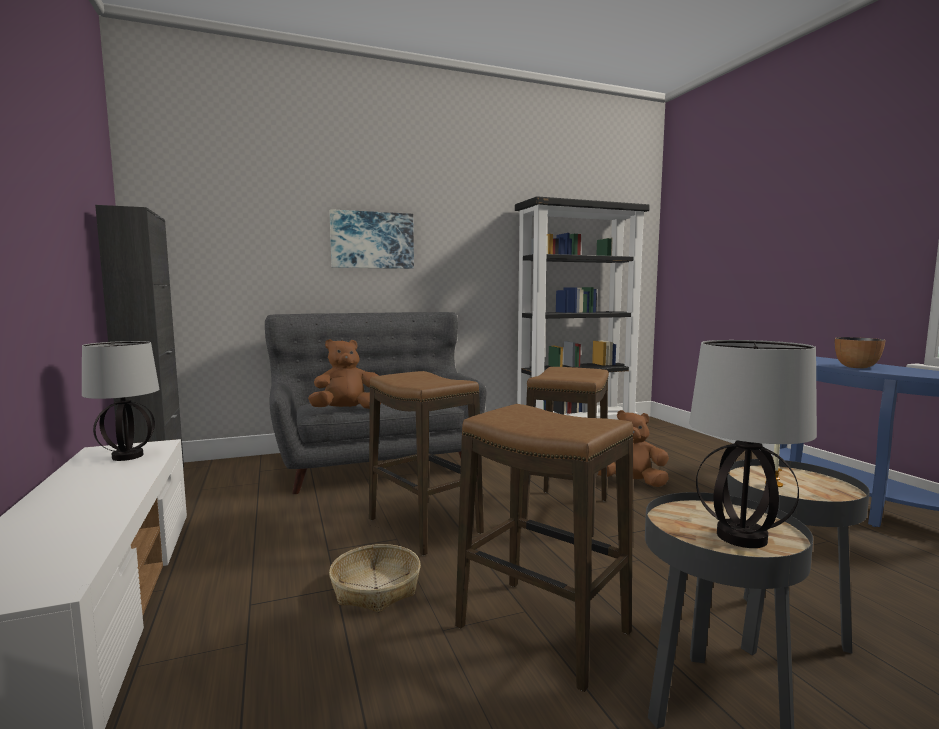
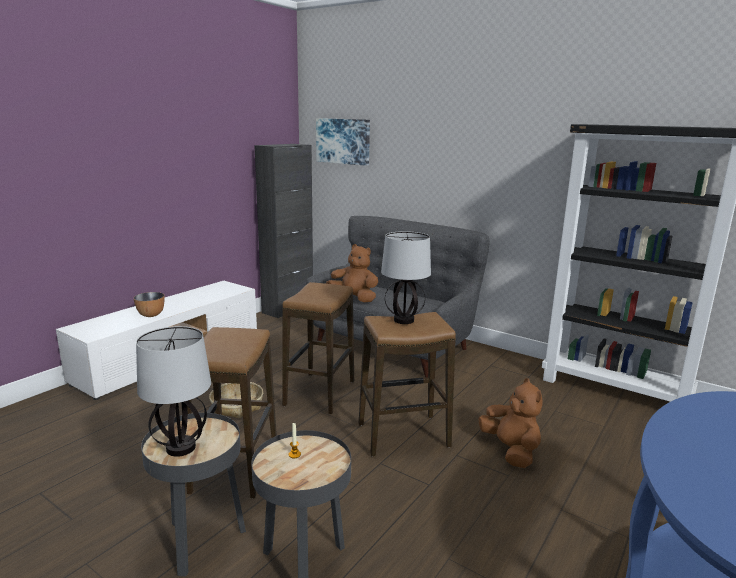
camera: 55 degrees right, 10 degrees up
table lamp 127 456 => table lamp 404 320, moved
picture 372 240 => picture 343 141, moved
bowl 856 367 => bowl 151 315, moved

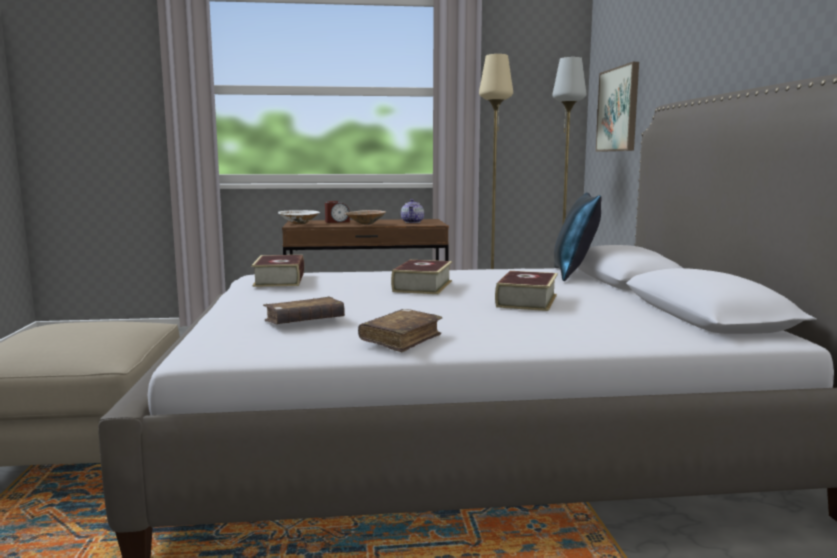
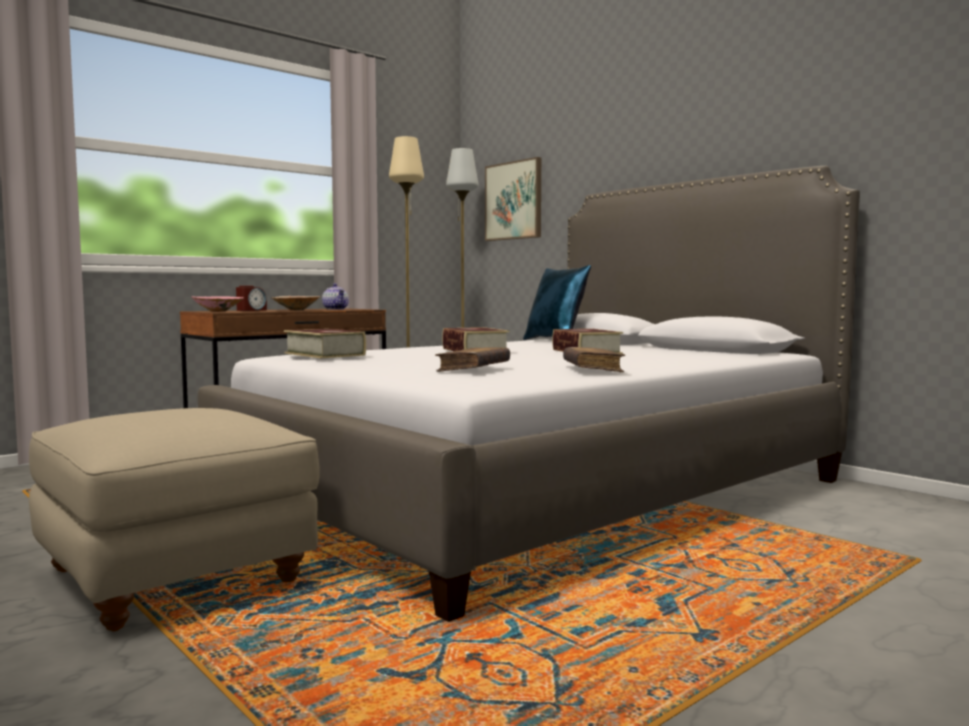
camera: 35 degrees left, 5 degrees down
bowl in white 299 224 => bowl in pink 218 311

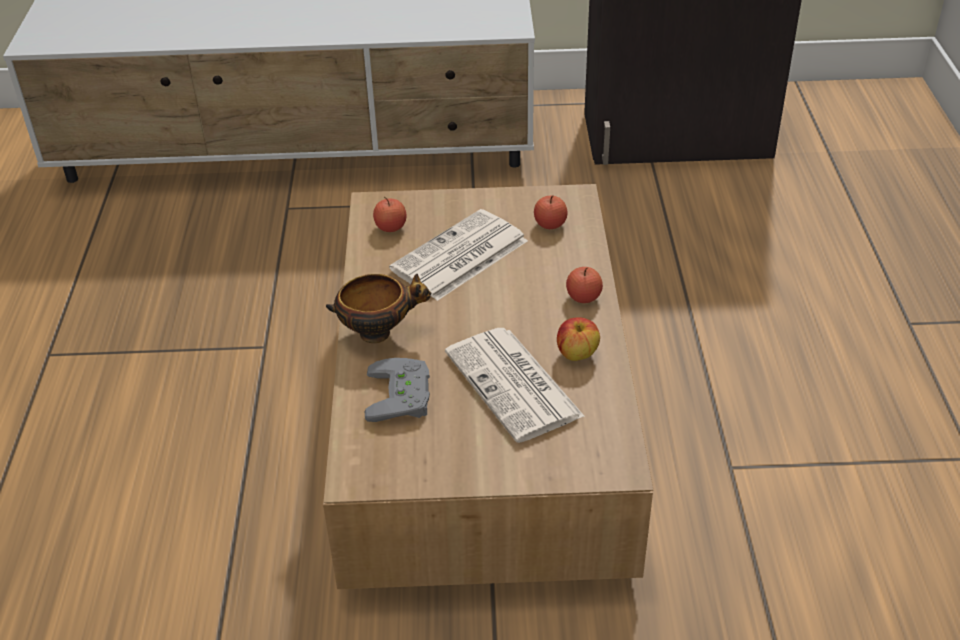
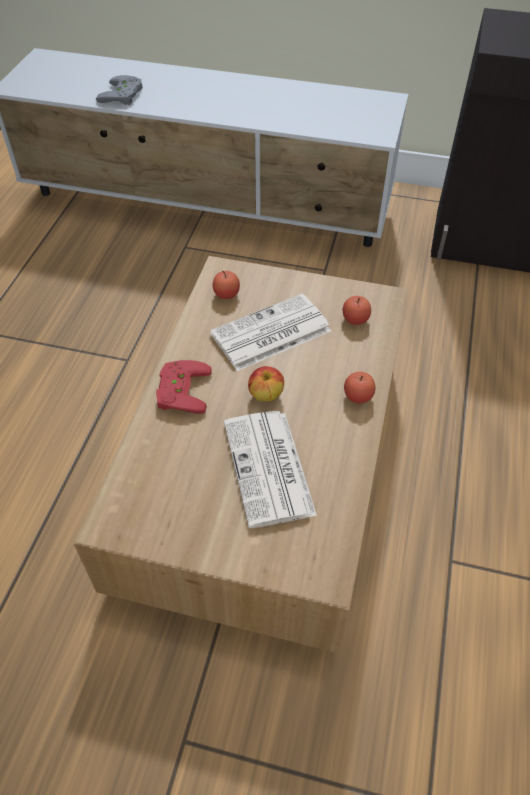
camera: 15 degrees right, 10 degrees up
game controller in grey 404 396 => game controller in grey 124 95, moved
apple 577 354 => apple 266 395, moved
bowl 378 332 => game controller in red 179 390

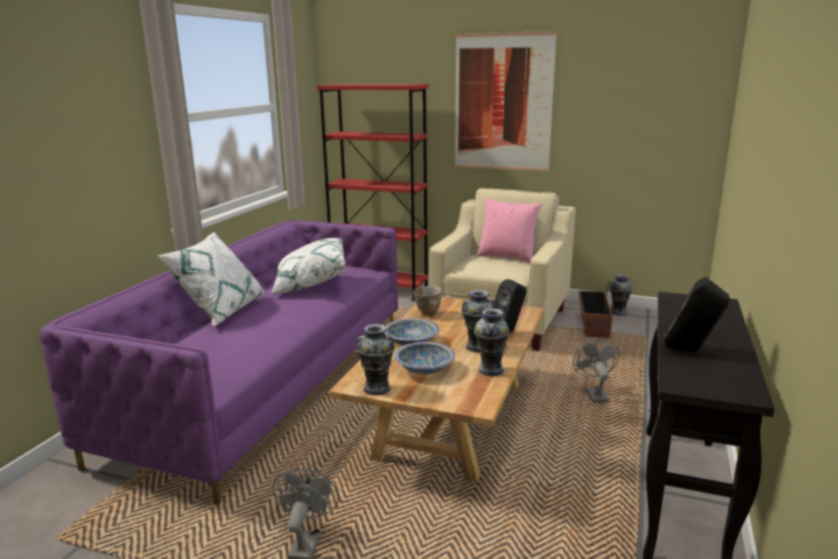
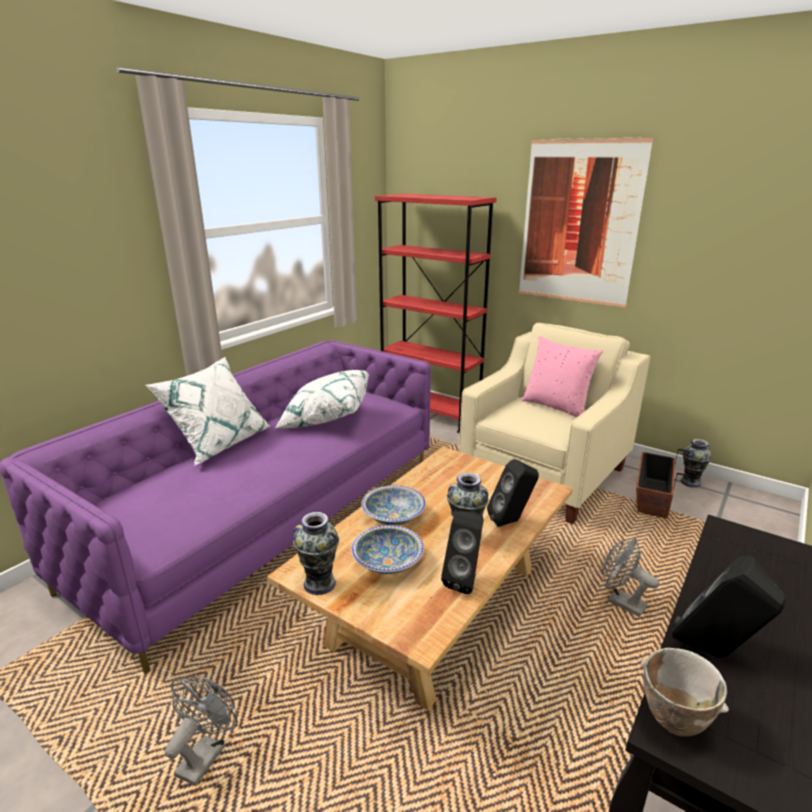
camera: 15 degrees right, 5 degrees up
bowl 427 313 => bowl 670 720, moved
vase 491 370 => speaker in black 465 579
fan in grey 594 394 => fan in grey 620 602, 60 degrees counterclockwise

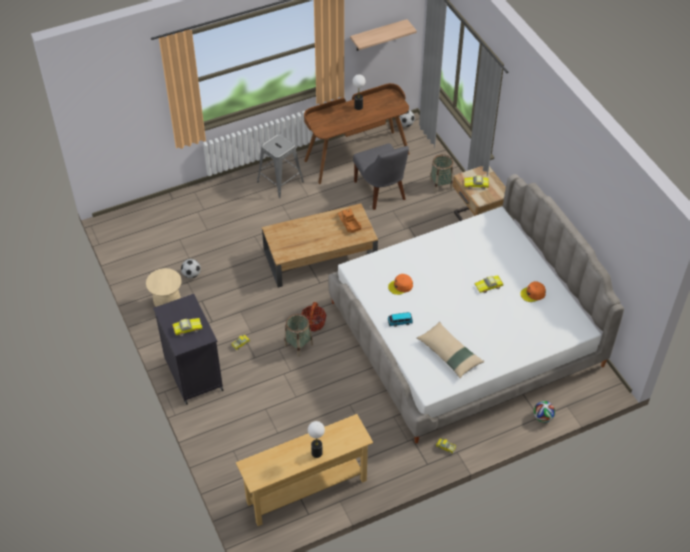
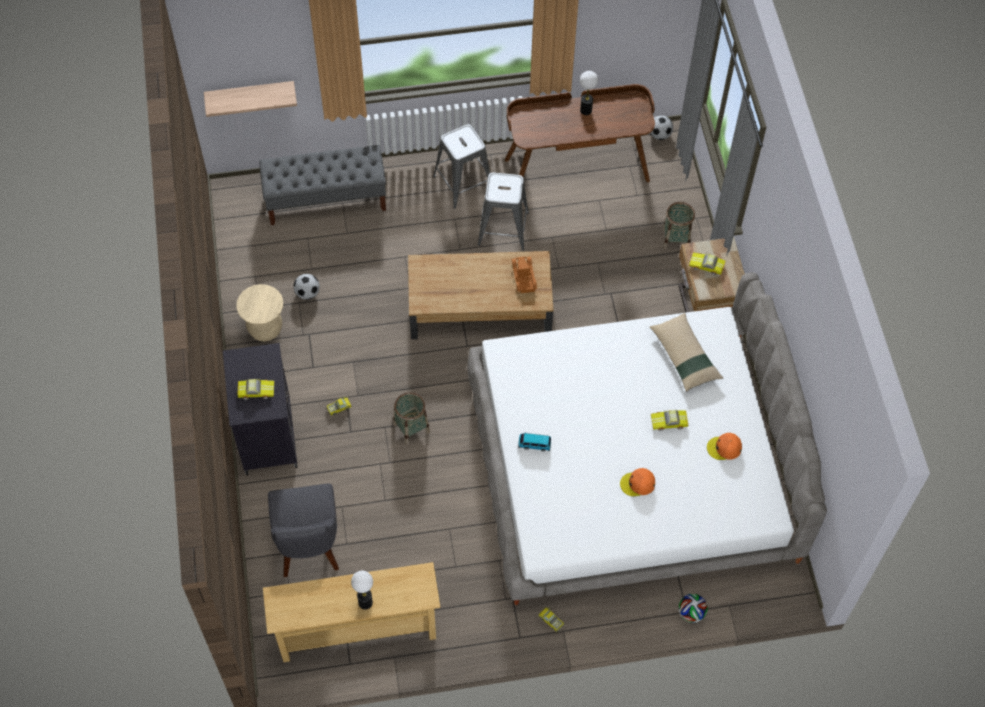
camera: 15 degrees right, 10 degrees up
basket 313 323 => nothing
nothing => bench in grey 326 200
nothing => stool in grey 503 228
shelf 378 35 => shelf 250 95, moved
chair in grey 381 192 => chair in grey 308 546, moved
cap in orange 400 286 => cap in orange 638 484, moved
pillow in beige 449 354 => pillow in beige 684 356, moved

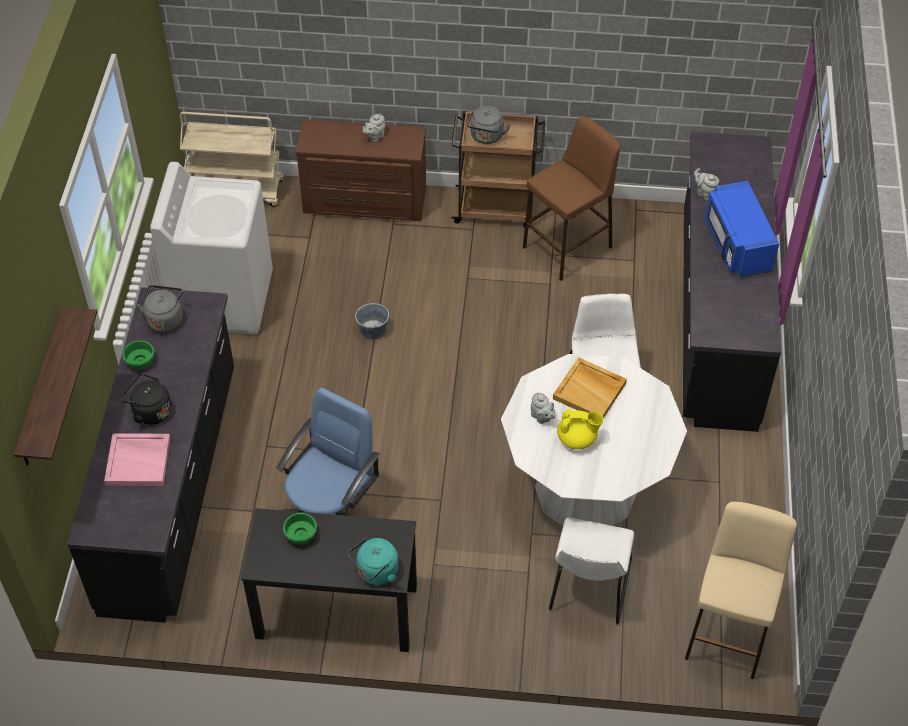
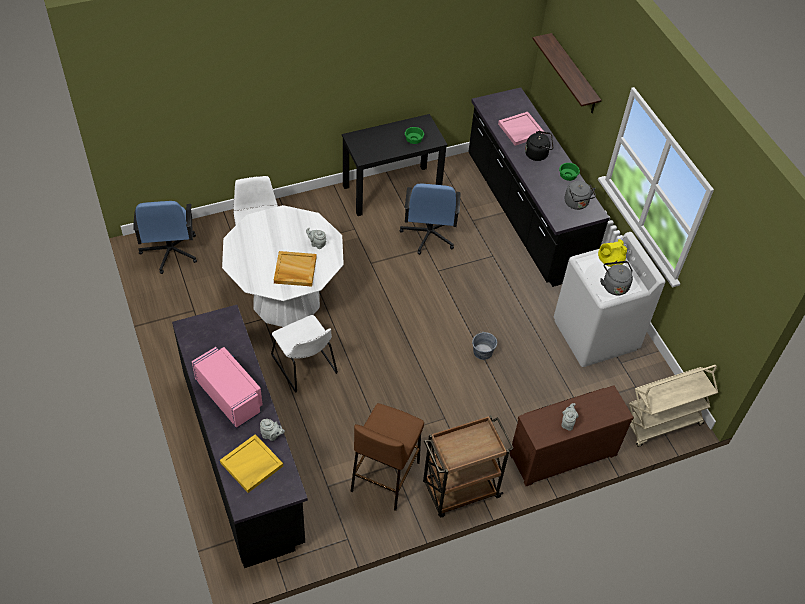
camera: 150 degrees right, 0 degrees up
kettle in turquoise 376 572 => nothing
nothing => tray in yellow 251 465
kettle in grey 486 137 => kettle in grey 614 285, moved
teapot in yellow 577 439 => teapot in yellow 609 261, moved
stool in beige 728 632 => office chair in blue 170 252
microwave in blue 736 245 => microwave in pink 230 396

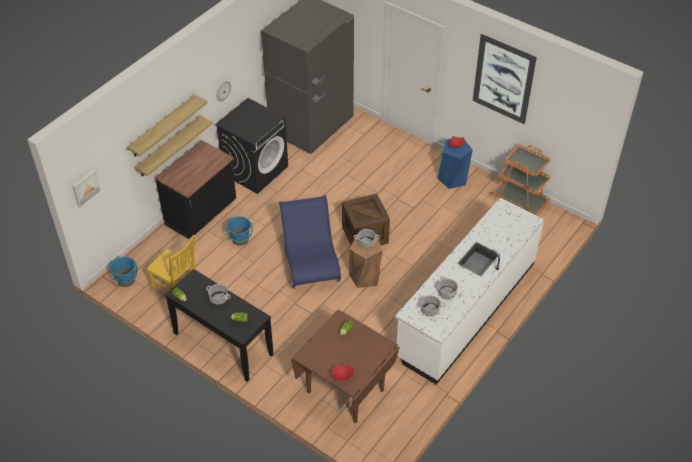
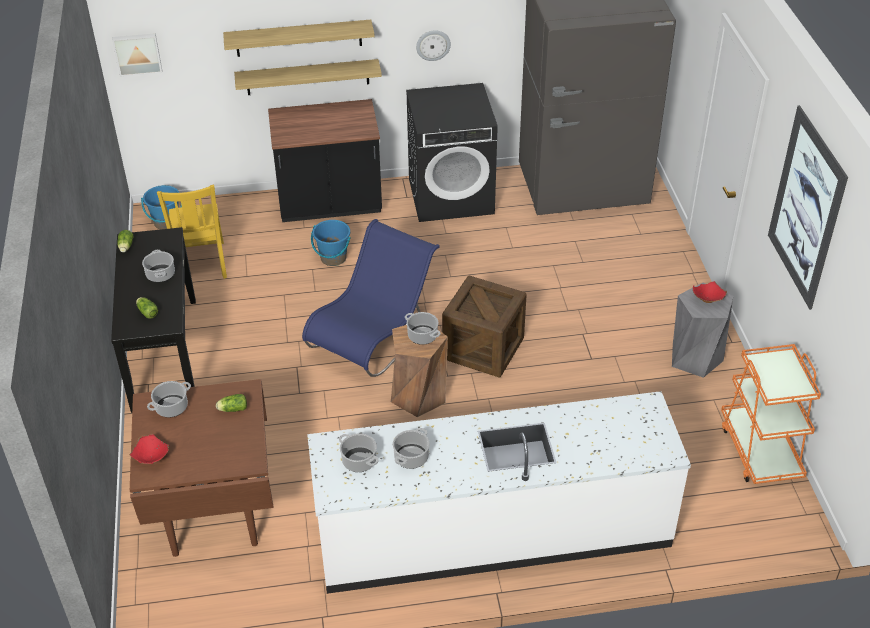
camera: 45 degrees right, 5 degrees down
nothing => cooking pot 172 407
stool in blue 452 178 => stool in grey 695 357

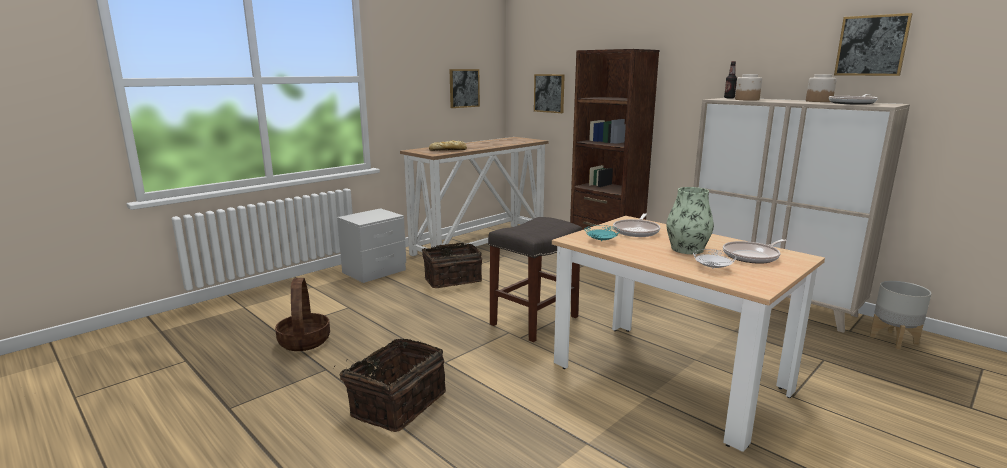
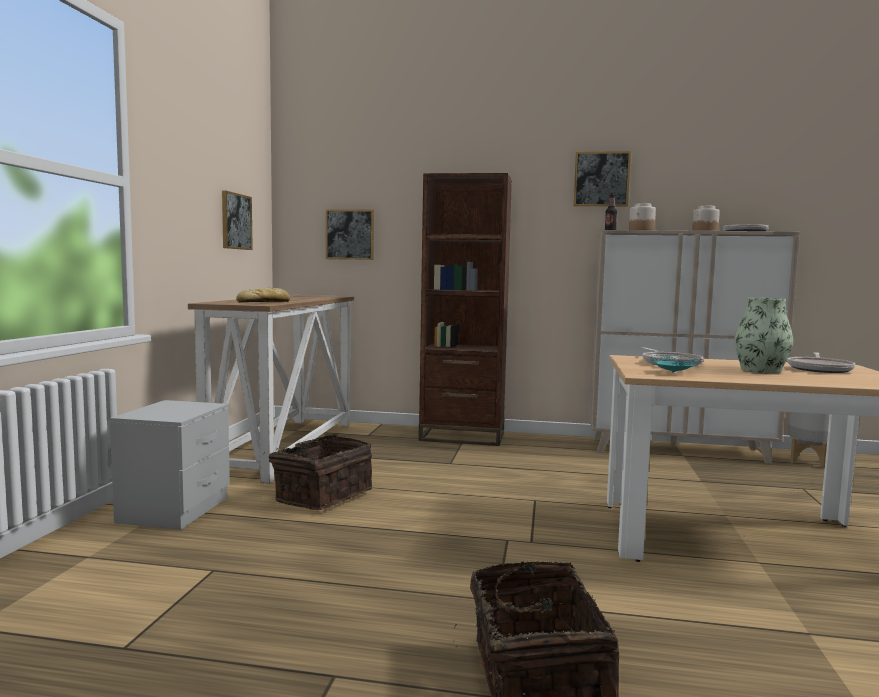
camera: 35 degrees left, 10 degrees down
basket 304 341 => nothing
stool in grey 534 320 => nothing
plate in white 712 268 => nothing
picture 871 45 => picture 601 179, moved

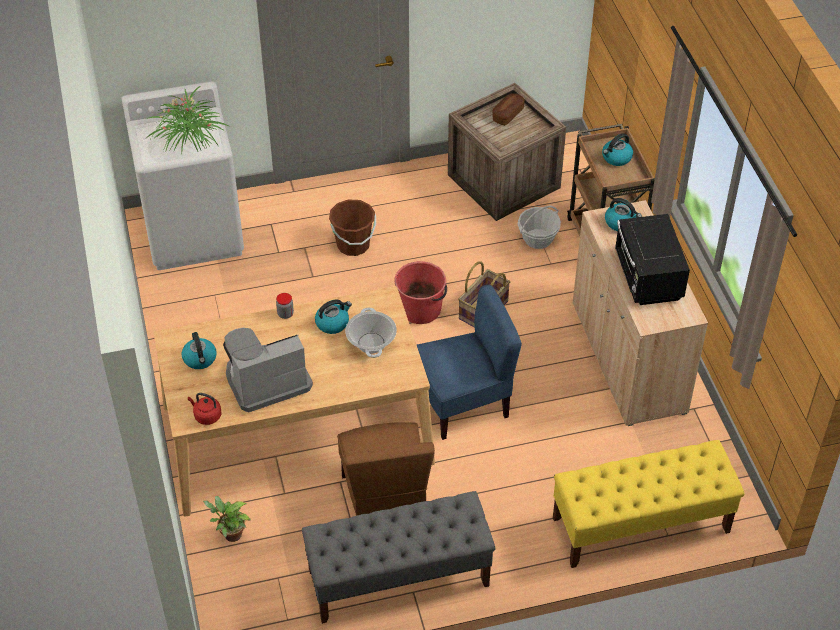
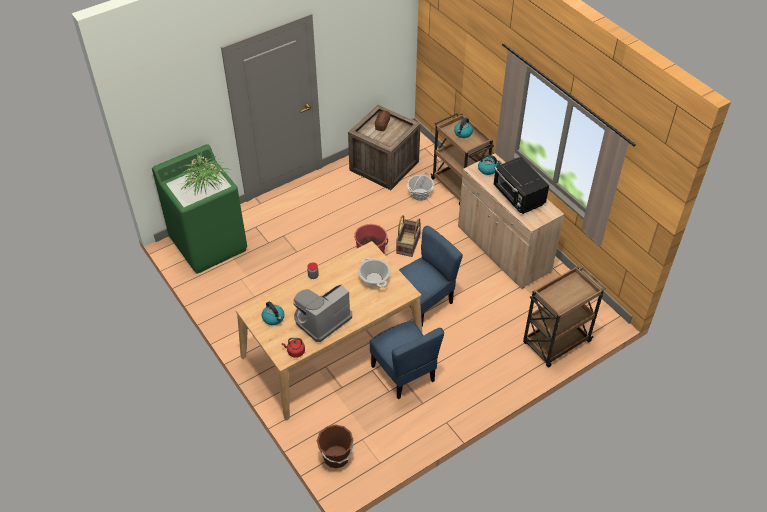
camera: 20 degrees left, 0 degrees up
potted plant 230 534 => nothing
bench in grey 398 578 => nothing
kettle 332 323 => nothing
bucket in brown 353 245 => bucket in brown 336 457, moved
bench in yellow 640 525 => cart in brown 555 343
washing machine in white 194 232 => washing machine in green 209 244
chair in brown 385 500 => chair in blue 404 373

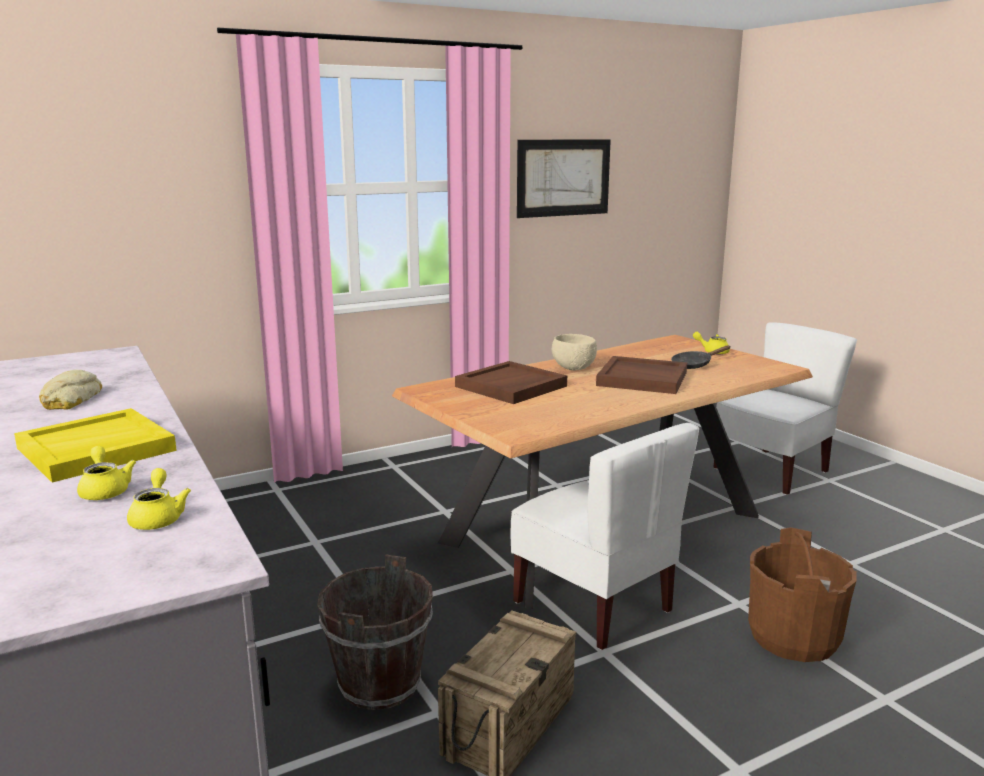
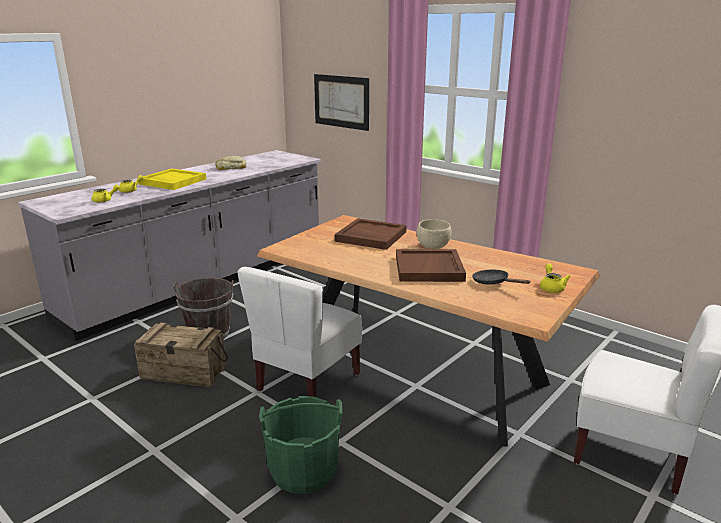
camera: 70 degrees right, 5 degrees up
picture 563 178 => picture 341 101, moved
bucket in brown 794 637 => bucket in green 303 471

